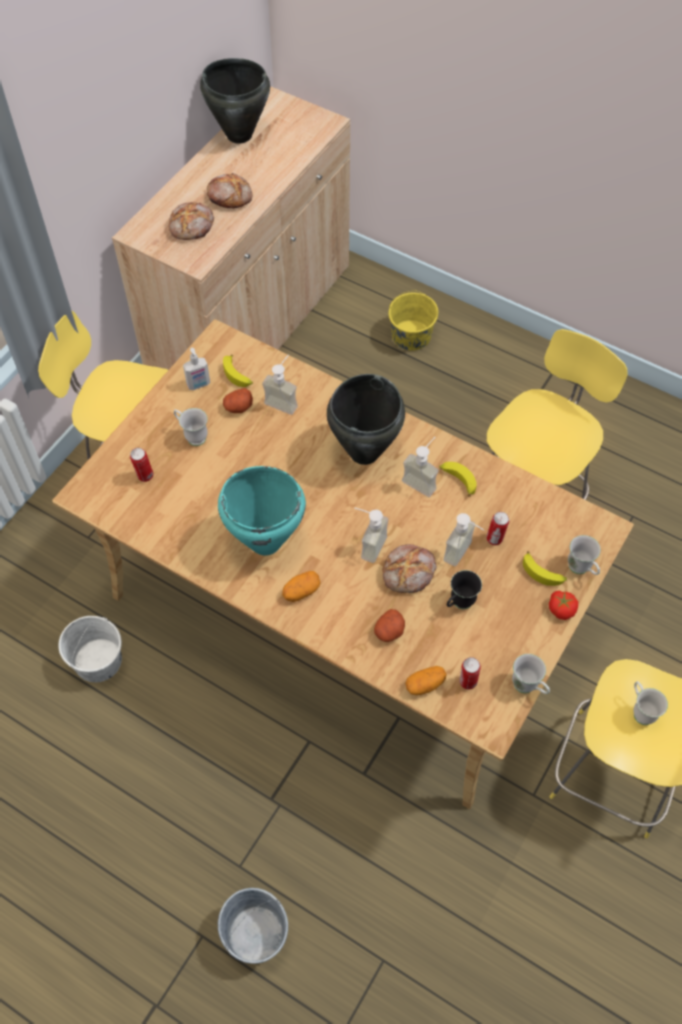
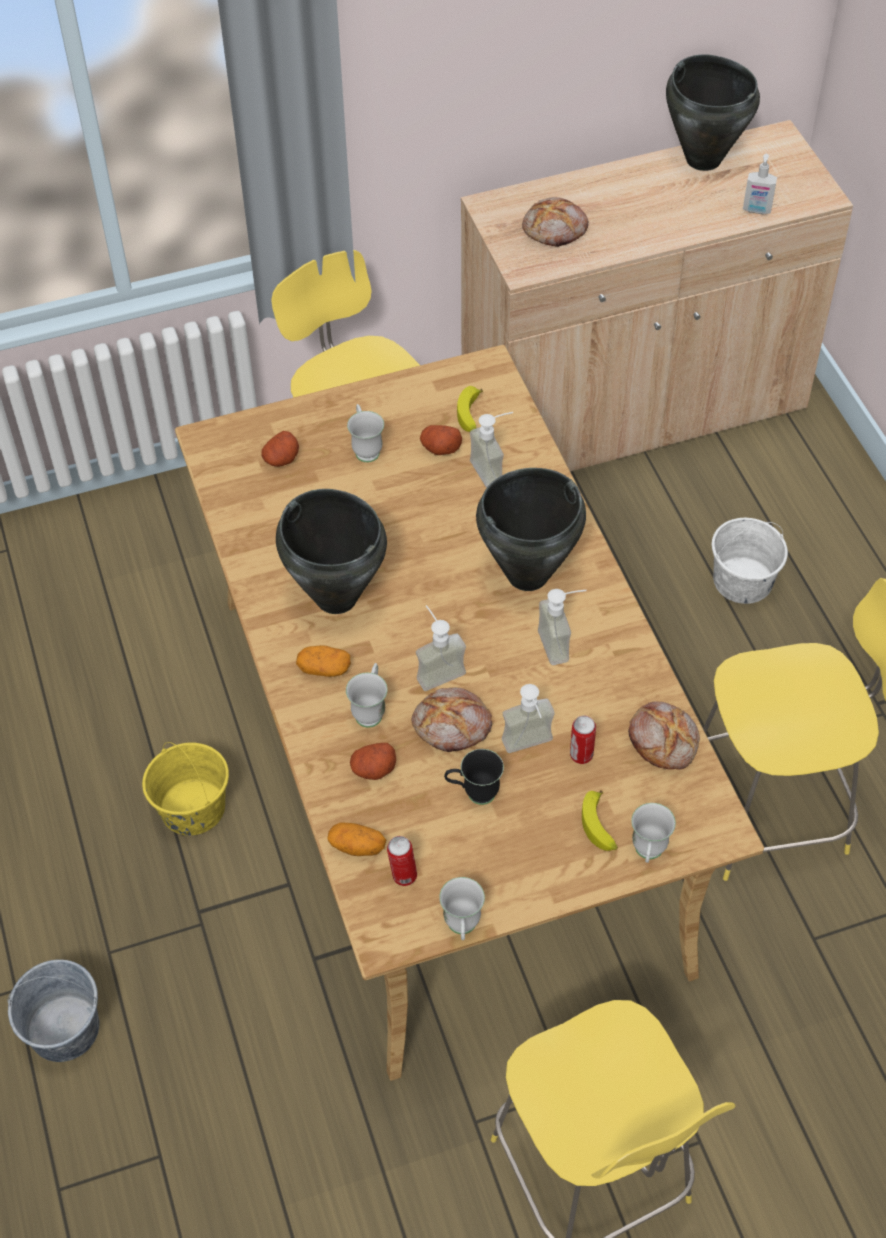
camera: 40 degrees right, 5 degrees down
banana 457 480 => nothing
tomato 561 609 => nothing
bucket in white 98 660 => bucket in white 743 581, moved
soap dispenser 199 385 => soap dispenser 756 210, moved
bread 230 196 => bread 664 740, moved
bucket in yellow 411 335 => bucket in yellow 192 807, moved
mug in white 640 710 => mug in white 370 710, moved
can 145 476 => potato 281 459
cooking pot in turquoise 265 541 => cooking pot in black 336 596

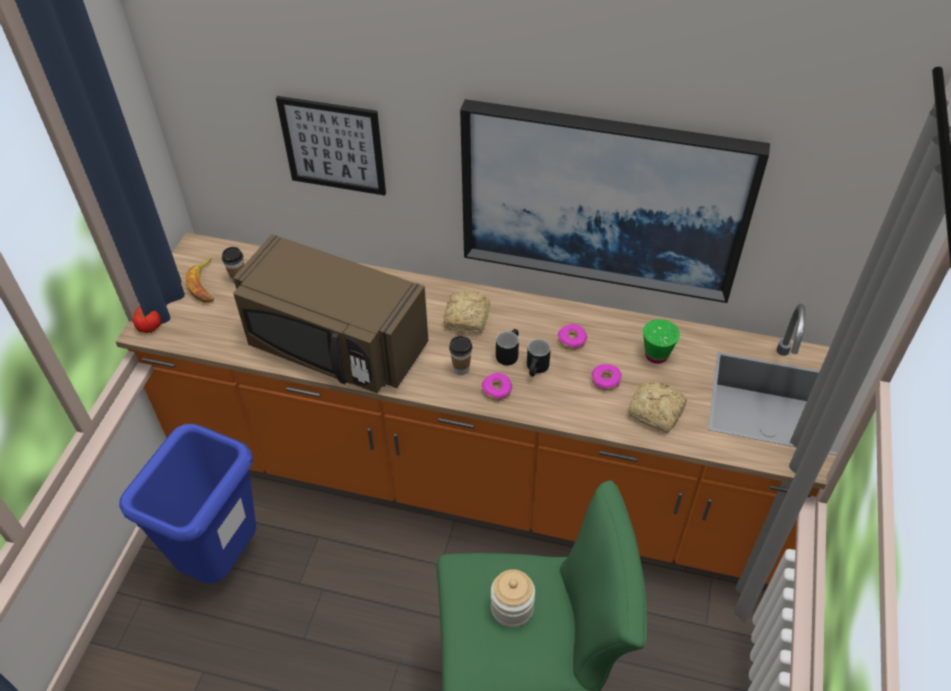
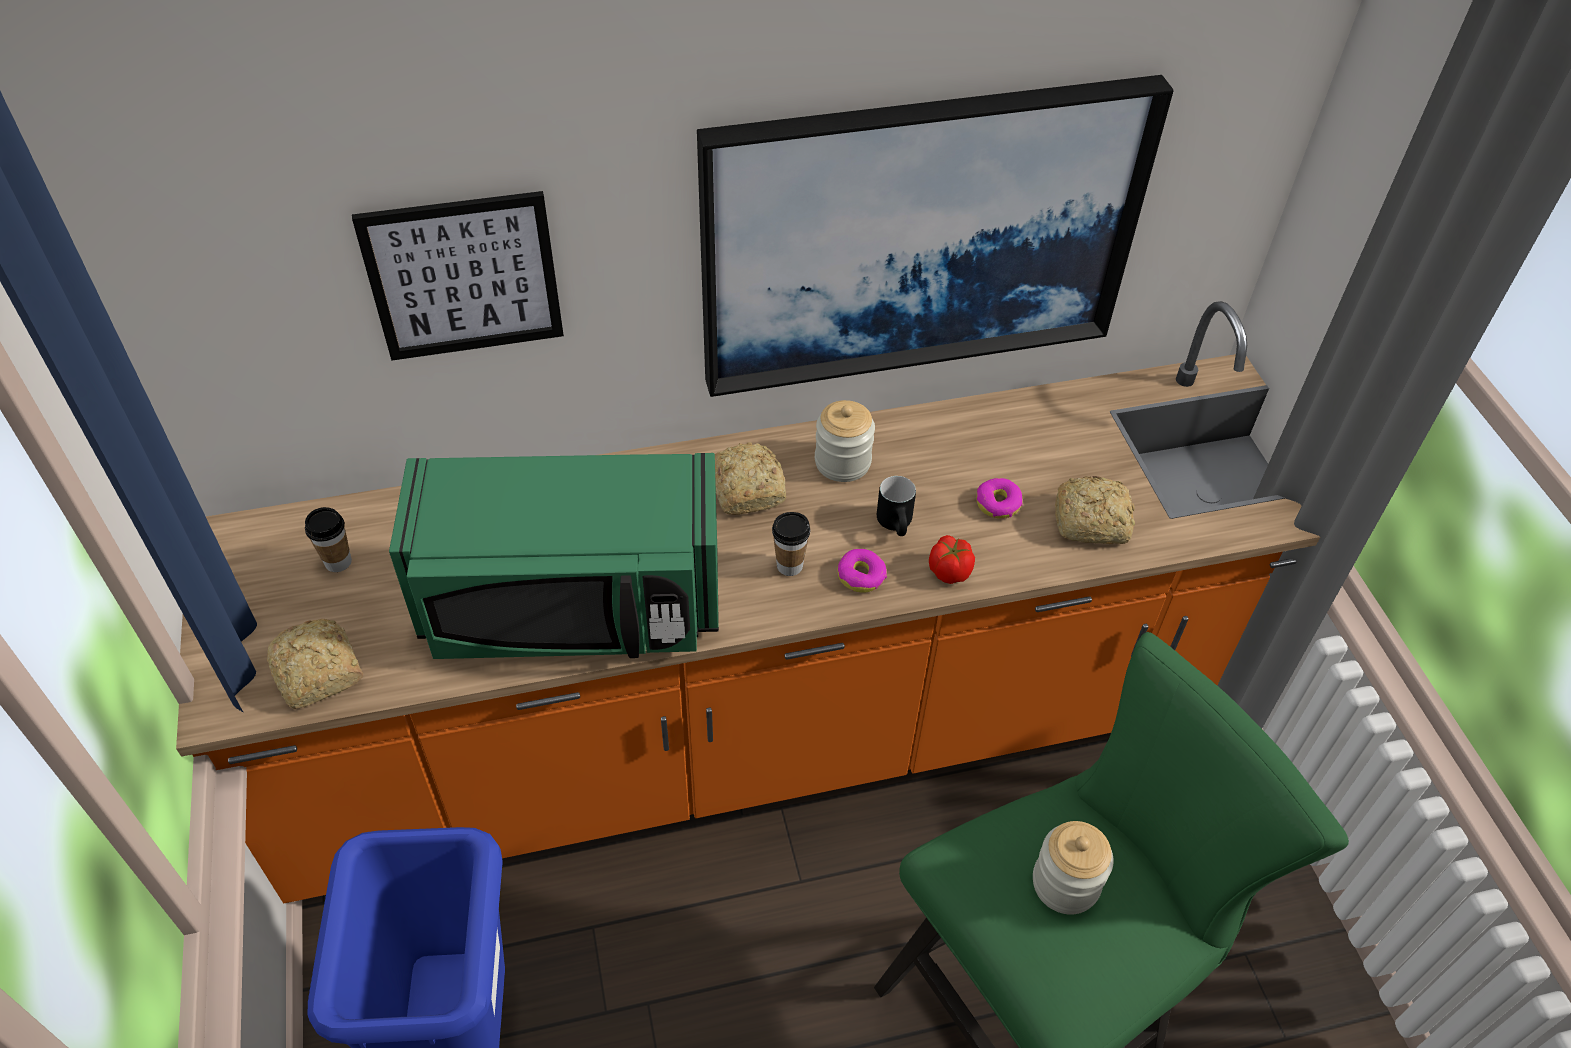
camera: 30 degrees left, 0 degrees up
banana 204 284 => nothing
mug in black 507 353 => nothing
donut 572 340 => nothing
cup in green 656 355 => nothing
nothing => bread 317 674
nothing => jar 842 462
tomato 149 326 => tomato 949 570, moved
microwave in brown 335 346 => microwave in green 573 607

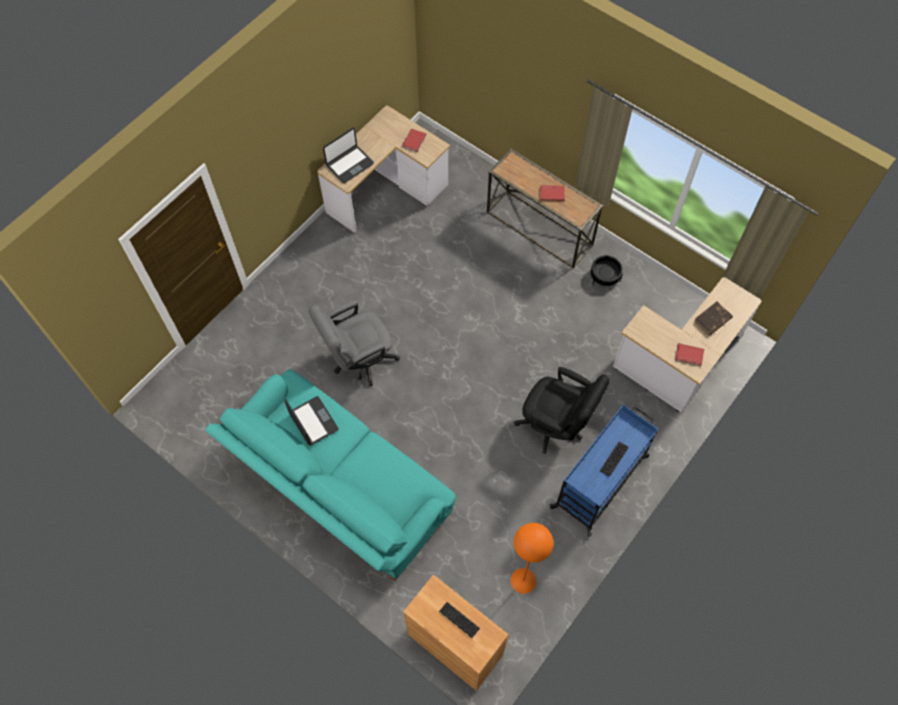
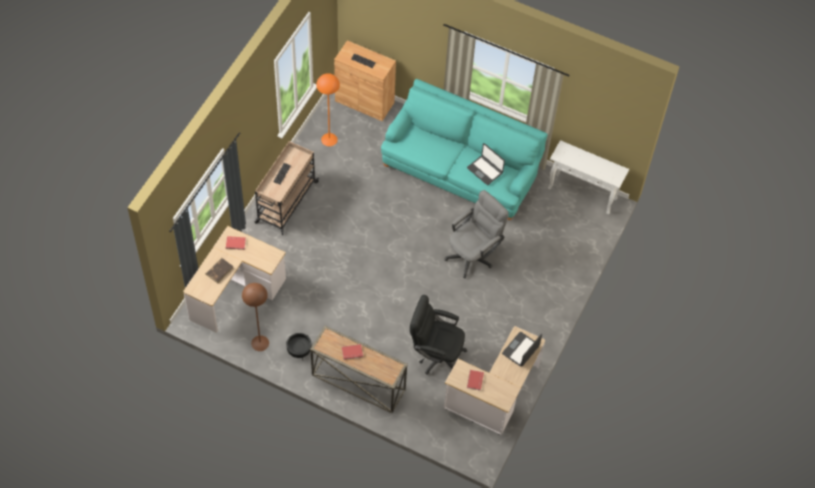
camera: 165 degrees right, 5 degrees down
nothing => floor lamp in brown 260 343
nothing => console table in white 583 194
office chair in black 556 426 => office chair in black 436 354, moved
cart in blue 601 481 => cart in beige 286 203

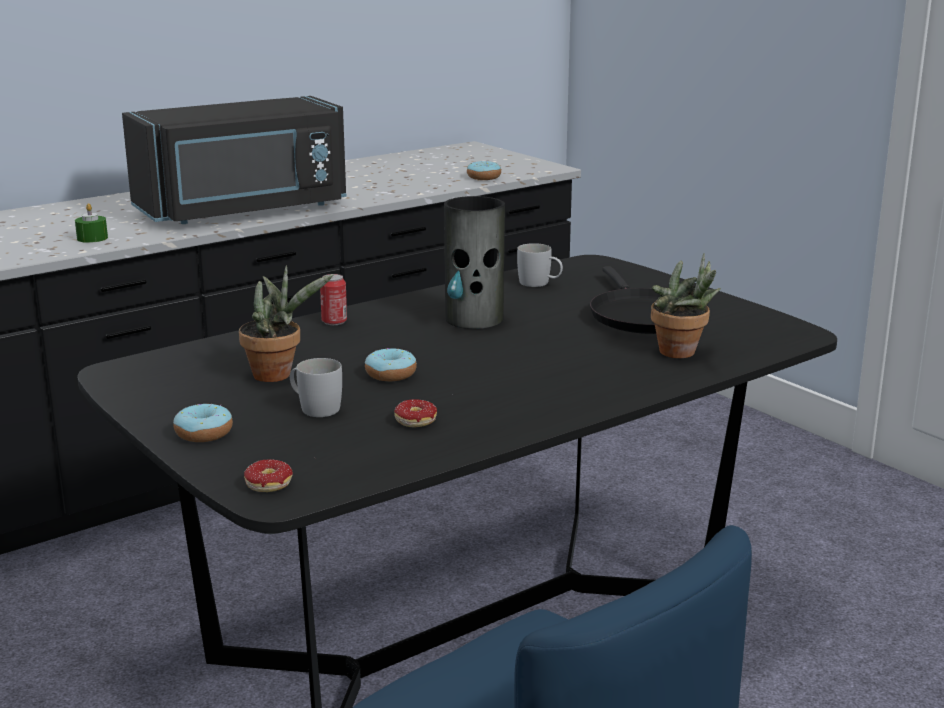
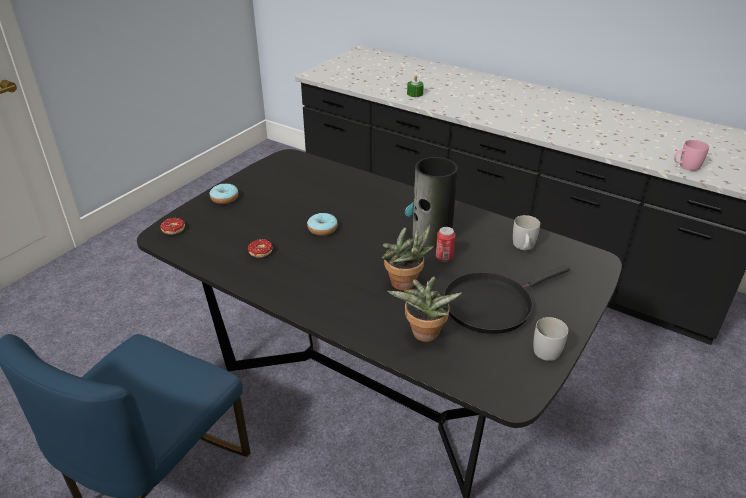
camera: 70 degrees right, 15 degrees up
microwave in black 244 210 => nothing
potted plant 278 374 => potted plant 405 285, moved
mug in white 314 408 => mug in white 547 347, moved
can 334 322 => can 444 257, moved
donut 484 177 => mug in pink 685 166

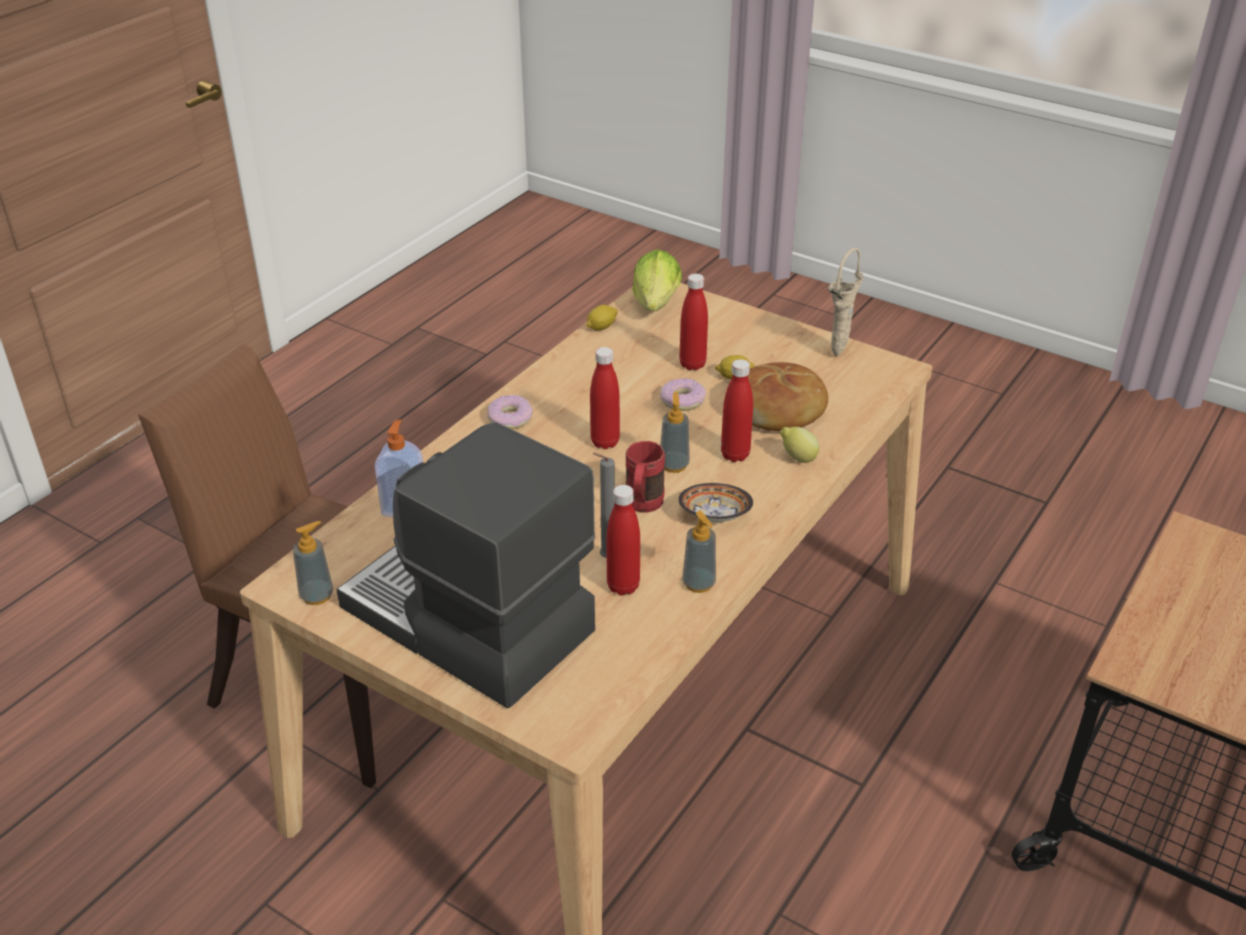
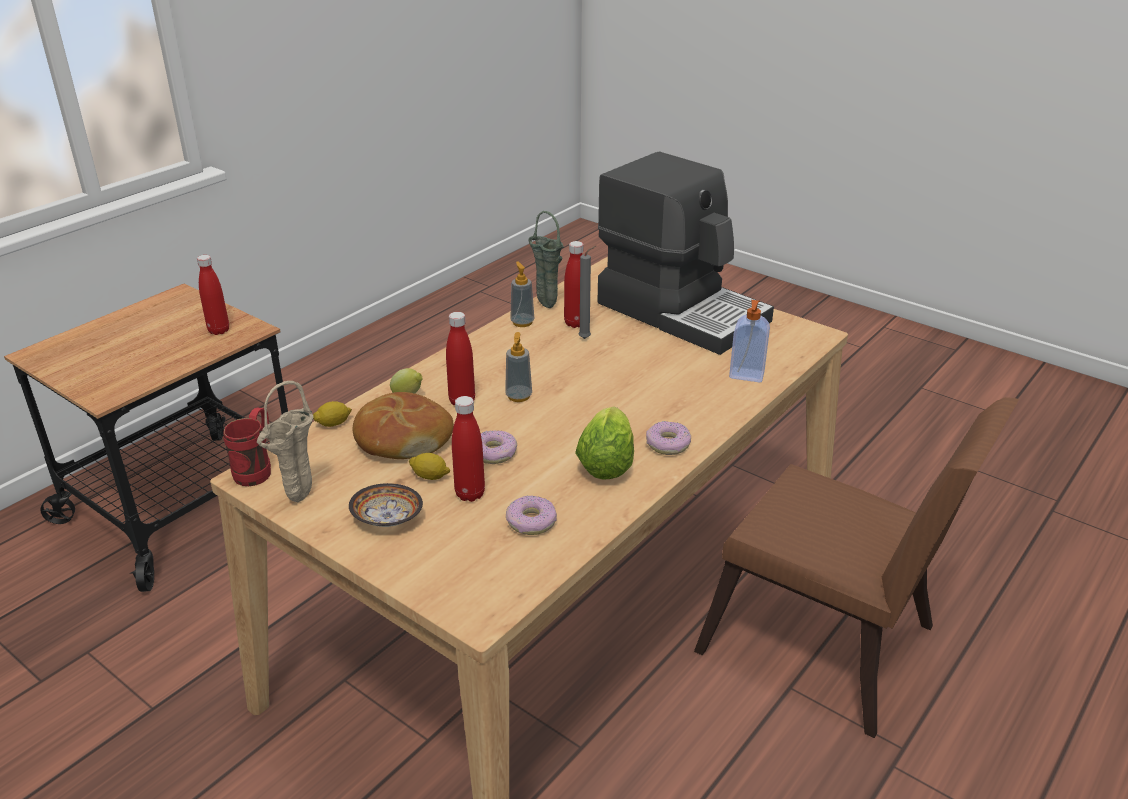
camera: 175 degrees left, 5 degrees down
soap dispenser 317 595 => nothing
nothing => donut 531 522
nothing => vase in green 544 305
lemon 601 327 => lemon 333 423, moved
bottle in red 605 442 => bottle in red 219 330, moved
mug in red 642 507 => mug in red 258 469, moved
lettuce 655 306 => lettuce 607 461, moved
bowl 714 516 => bowl 387 520, moved

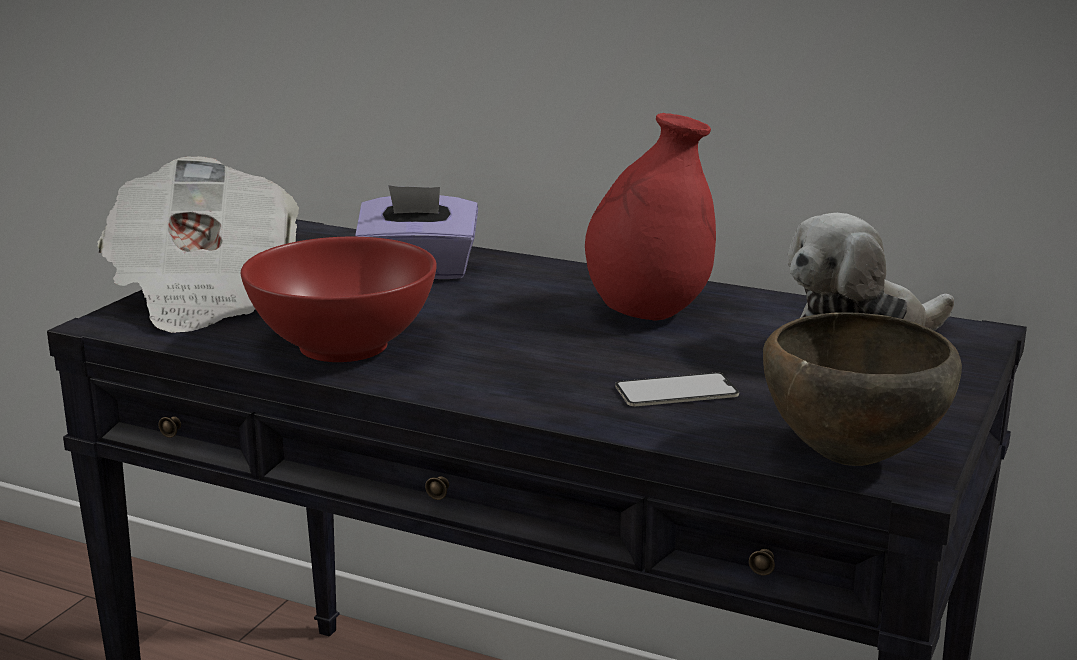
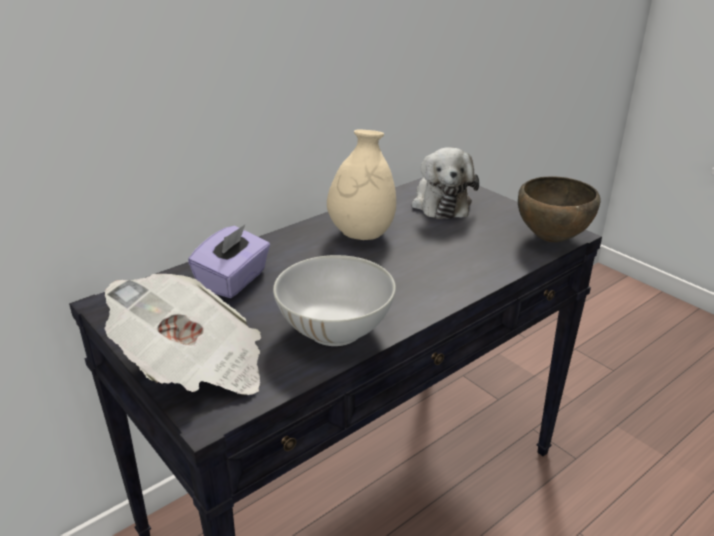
camera: 65 degrees left, 10 degrees up
phone 676 391 => nothing
bowl in red 345 346 => bowl in white 335 329
vase in red 648 312 => vase in beige 362 234

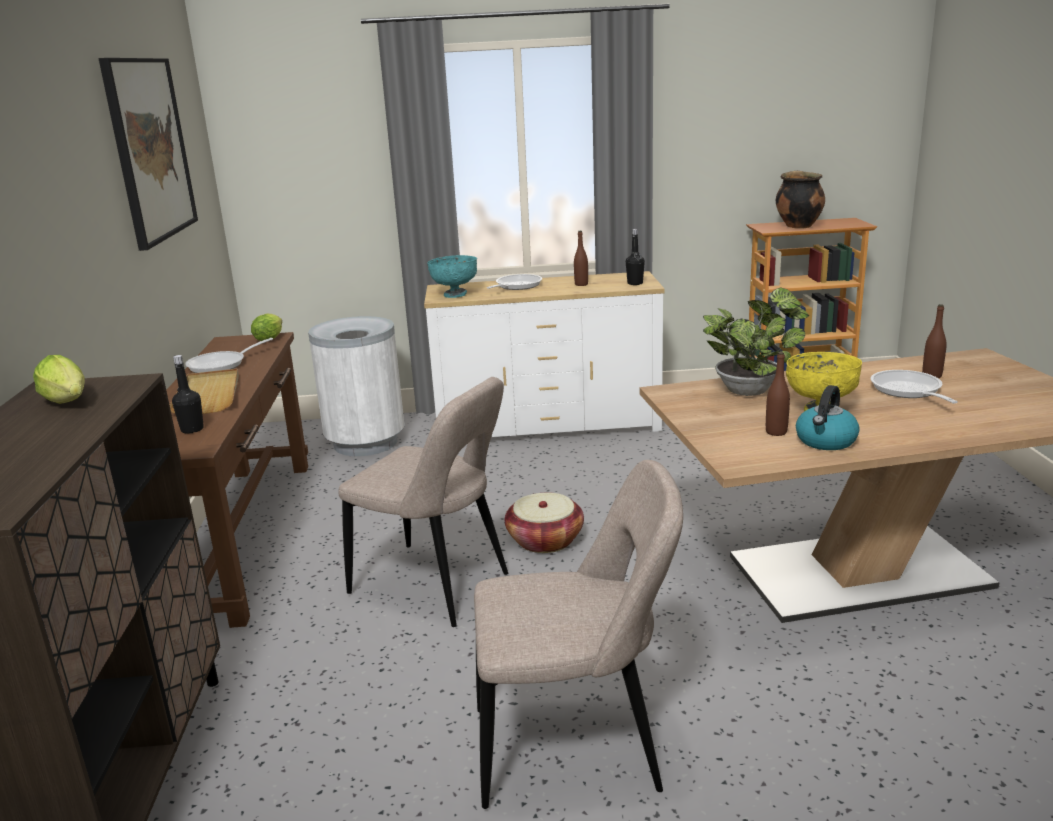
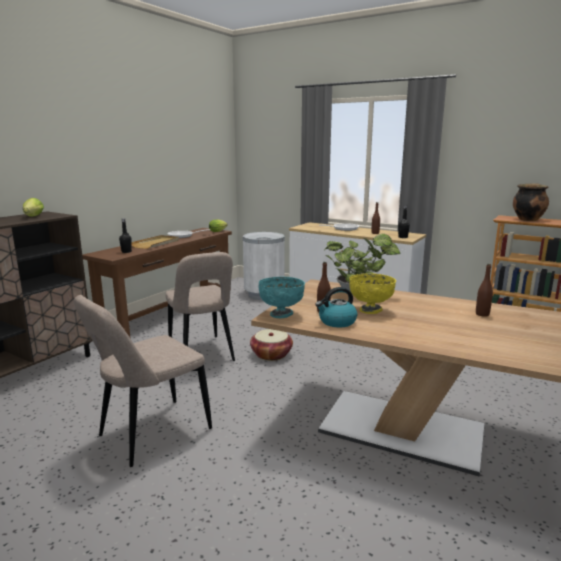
camera: 35 degrees right, 5 degrees down
picture 150 149 => nothing
frying pan 908 391 => nothing
bowl in turquoise 455 295 => bowl in turquoise 281 314, moved
chair in beige 575 748 => chair in beige 150 434, 105 degrees clockwise

